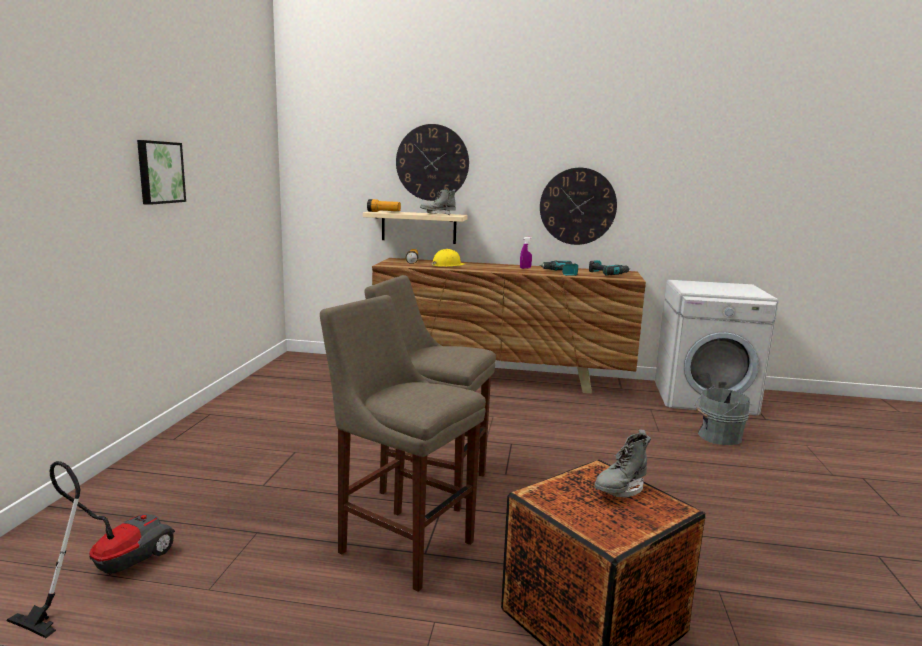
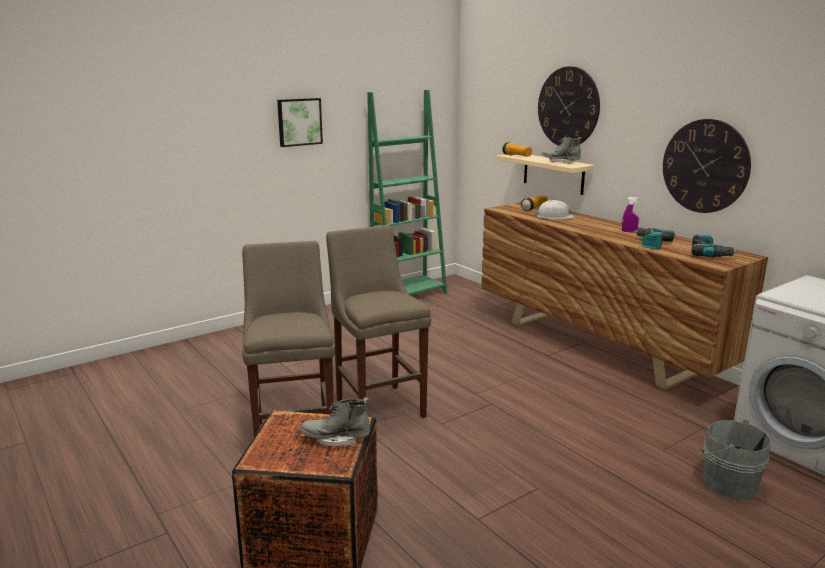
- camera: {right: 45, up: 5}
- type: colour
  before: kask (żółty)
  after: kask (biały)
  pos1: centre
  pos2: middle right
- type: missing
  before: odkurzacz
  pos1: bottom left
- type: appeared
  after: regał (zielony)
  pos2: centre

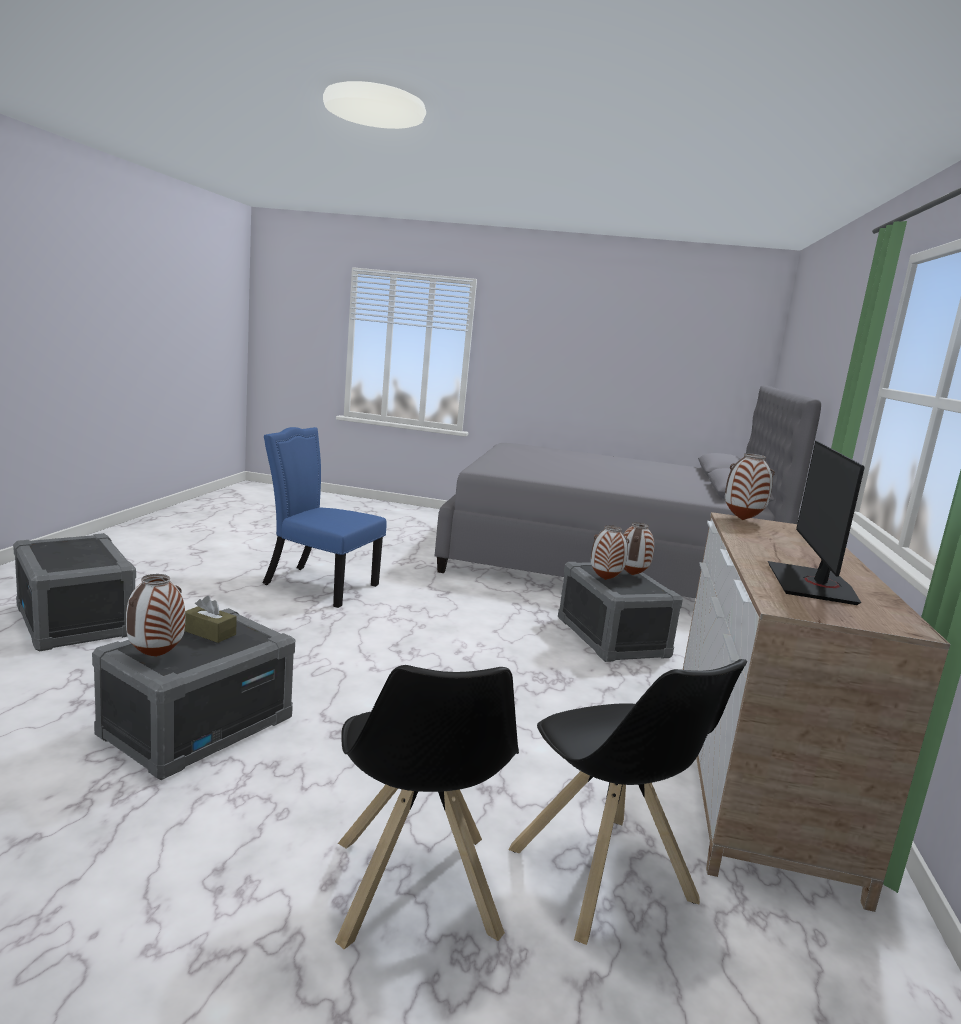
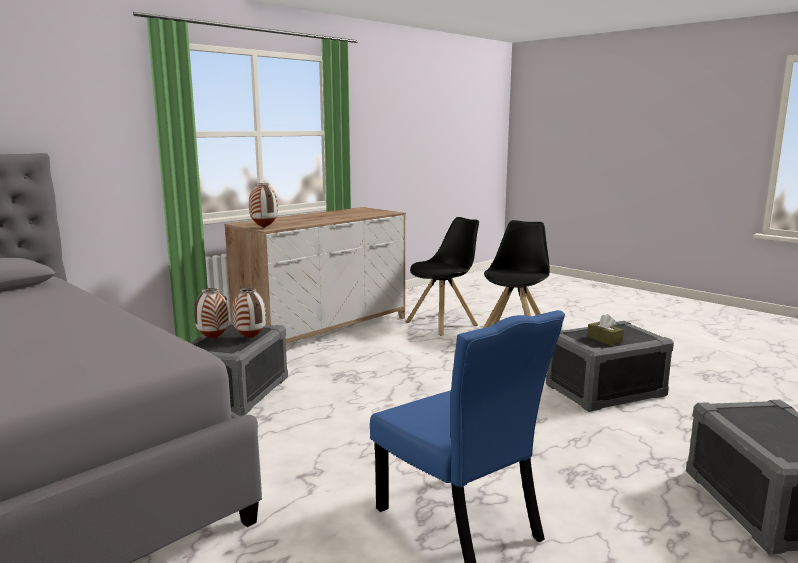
- camera: {right: -145, up: 0}
- type: missing
  before: monitor
  pos1: middle right
- type: missing
  before: wazon (no. 1 from left)
  pos1: middle left
- type: spun
  before: krzesło (czarny) (no. 2 from left in the first image)
  pos1: bottom centre
  pos2: centre
  turn: 45

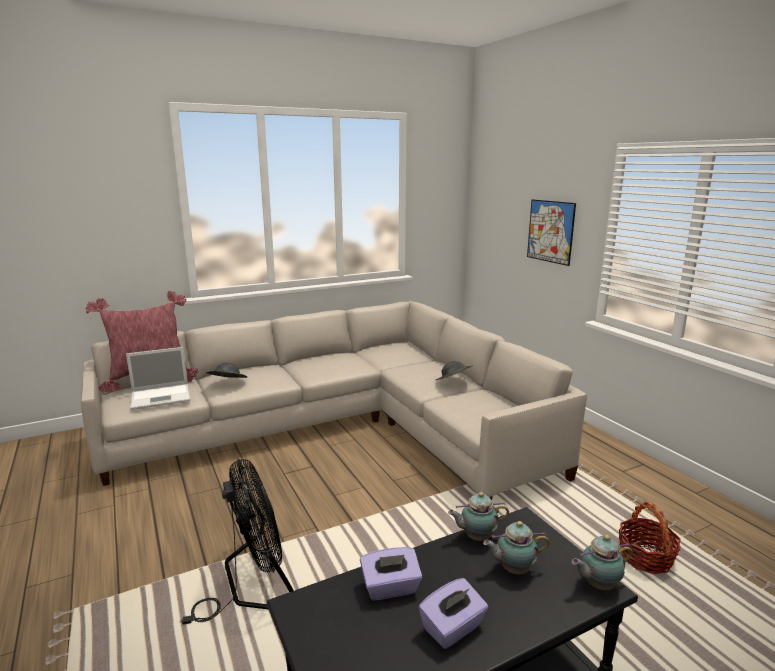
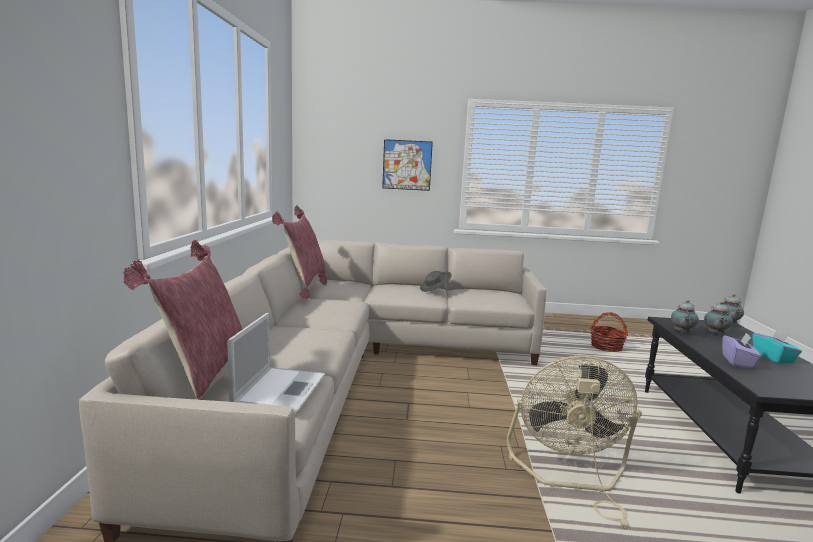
- camera: {right: -60, up: -5}
- type: missing
  before: kapelusz (szary) (no. 1 from left)
  pos1: middle left
- type: colour
  before: wentylator (czarny)
  after: wentylator (beżowy)
  pos1: bottom left
  pos2: bottom right
- type: colour
  before: pudełko chusteczek (fioletowy) (no. 2 from left)
  after: pudełko chusteczek (turkusowy)
  pos1: bottom centre
  pos2: middle right
- type: appeared
  after: poduszka (czerwony) (no. 2 from left)
  pos2: centre

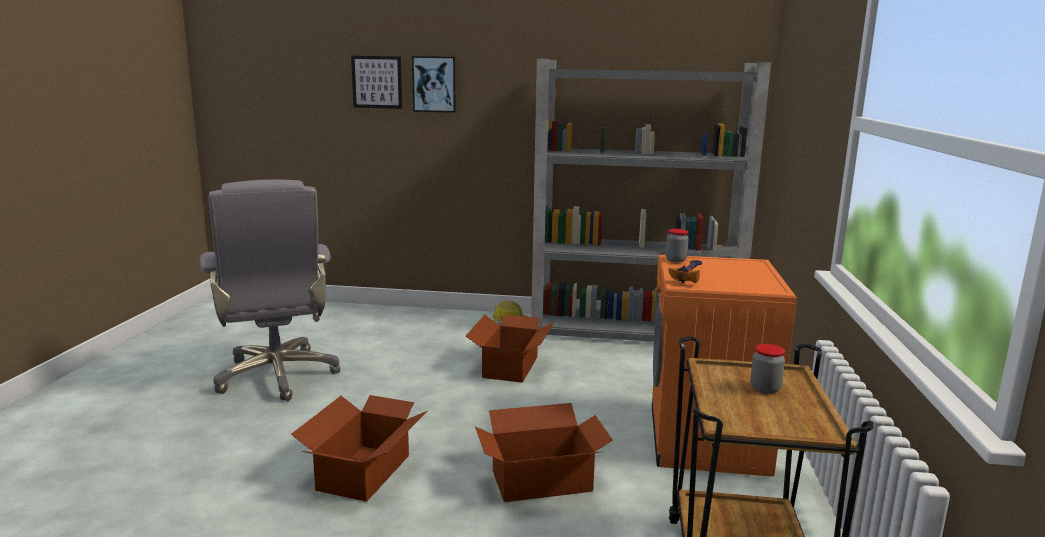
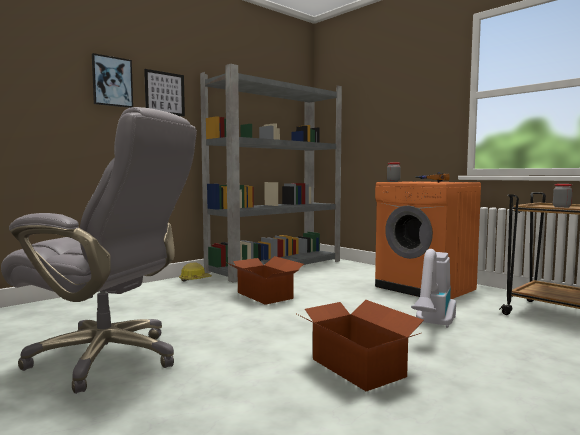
- camera: {right: -50, up: -10}
- type: relocated
  before: obraz (no. 1 from left in the first image)
  after: obraz (no. 2 from left)
  pos1: top centre
  pos2: top left
- type: exchanged
  before: karton (no. 3 from left)
  after: odkurzacz
  pos1: bottom centre
  pos2: middle right

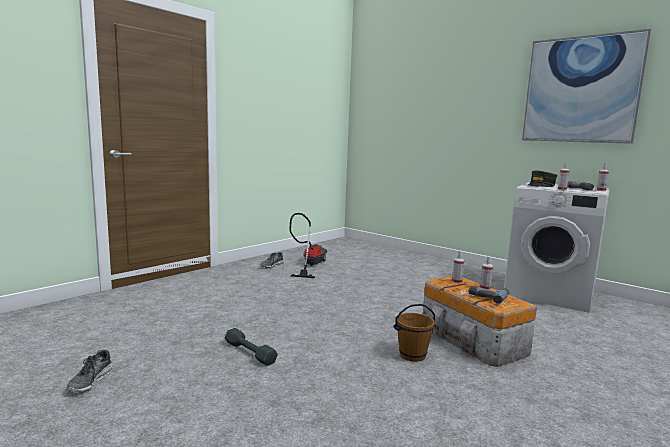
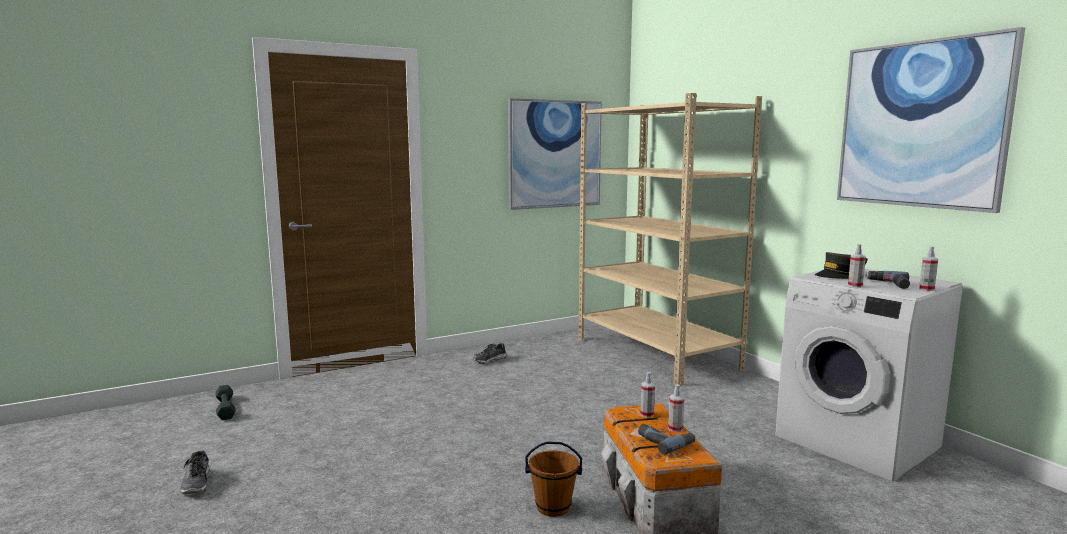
- camera: {right: 20, up: 0}
- type: missing
  before: odkurzacz
  pos1: centre
- type: relocated
  before: hantel (szary)
  pos1: bottom centre
  pos2: bottom left
- type: spun
  before: but (no. 1 from left)
  pos1: bottom left
  pos2: bottom left
  turn: -45
- type: appeared
  after: regał (beżowy)
  pos2: centre
- type: appeared
  after: obraz (no. 1 from left)
  pos2: top centre

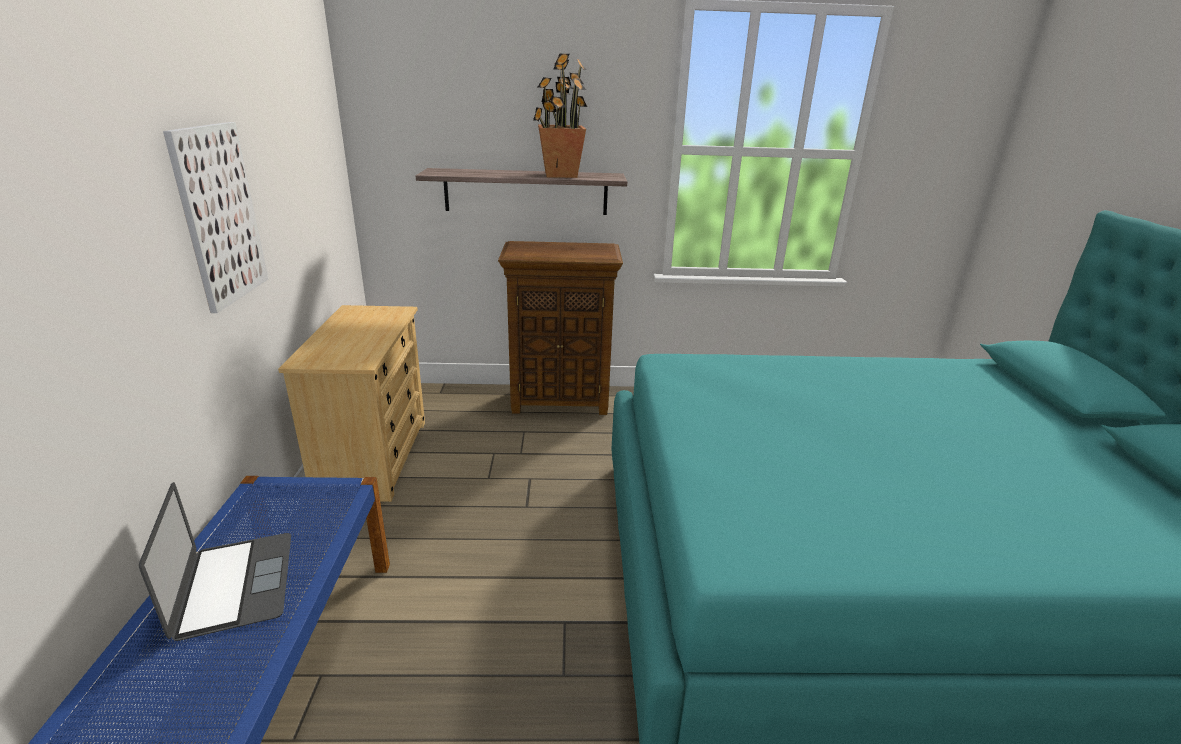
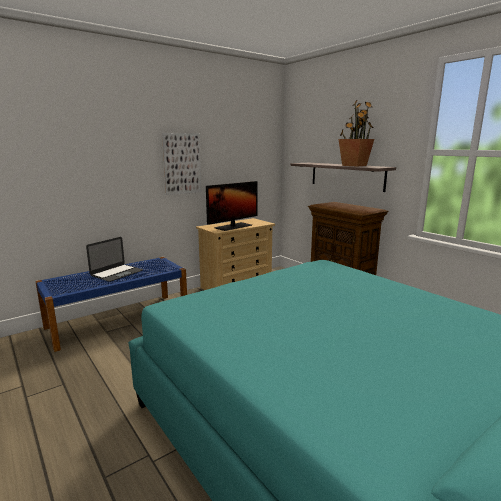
- camera: {right: 55, up: -10}
- type: appeared
  after: monitor
  pos2: centre

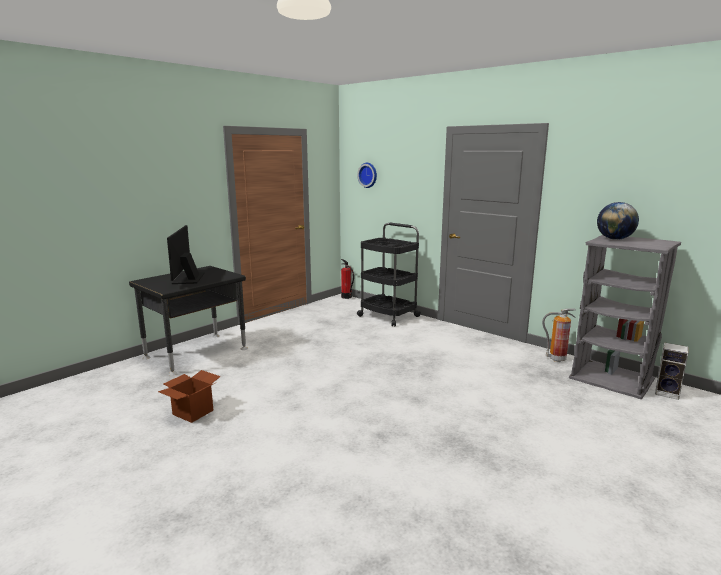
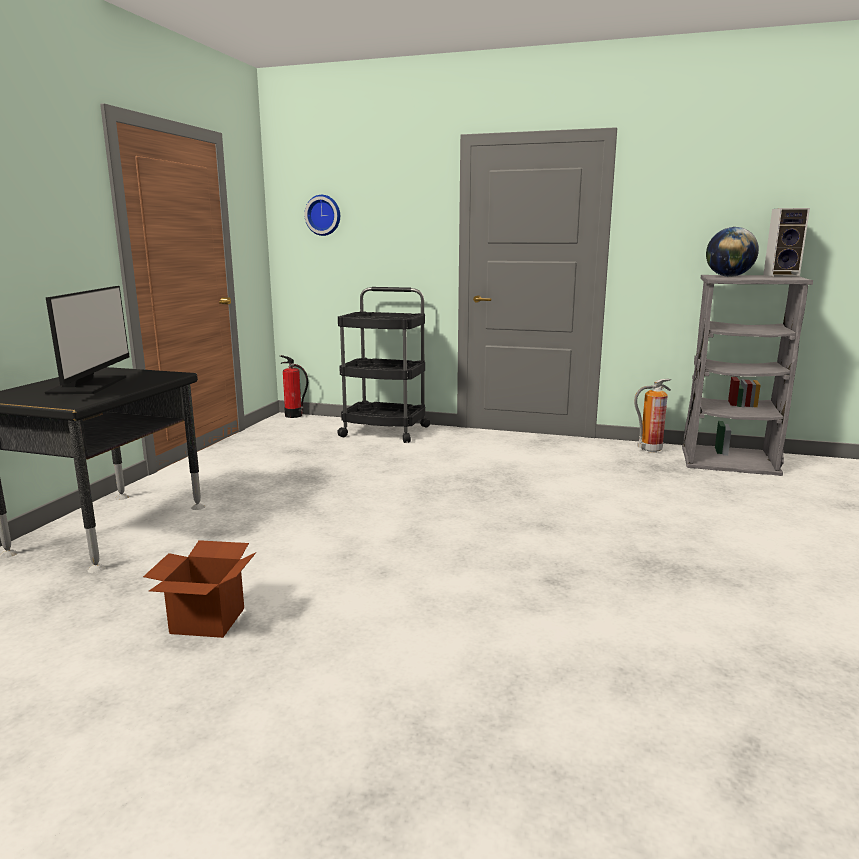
- camera: {right: -25, up: 0}
- type: spun
  before: monitor
  pos1: middle left
  pos2: middle left
  turn: -150
- type: relocated
  before: głośnik
  pos1: middle right
  pos2: top right

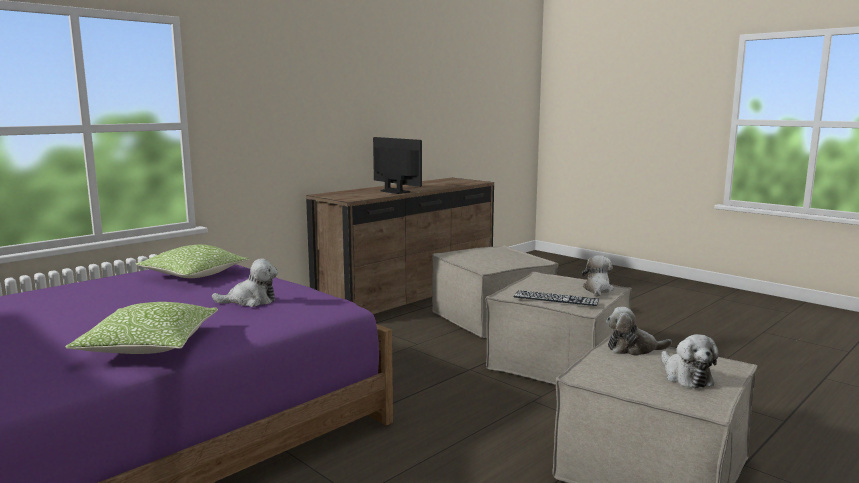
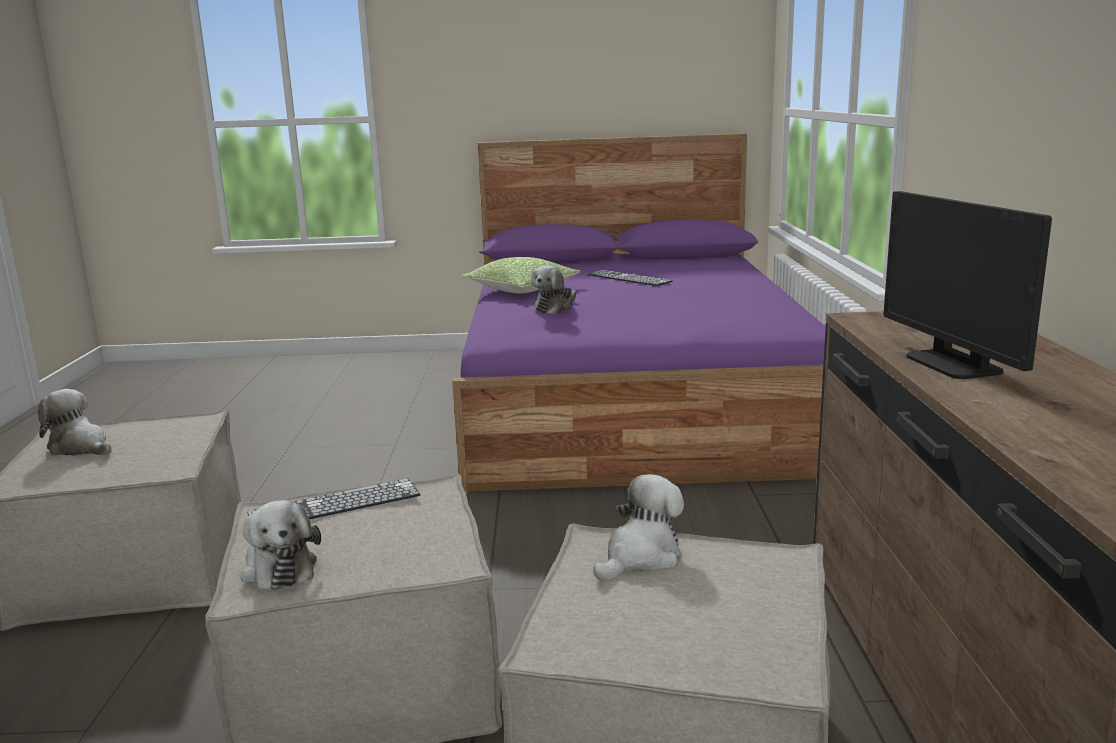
- camera: {right: 135, up: 5}
- type: spun
  before: monitor
  pos1: centre
  pos2: middle right
  turn: 75
- type: missing
  before: poduszka (no. 2 from left)
  pos1: middle left
- type: relocated
  before: pluszak (no. 3 from left in the first image)
  after: pluszak (no. 4 from left)
  pos1: bottom right
  pos2: bottom centre
- type: appeared
  after: klawiatura (no. 2 from left)
  pos2: centre

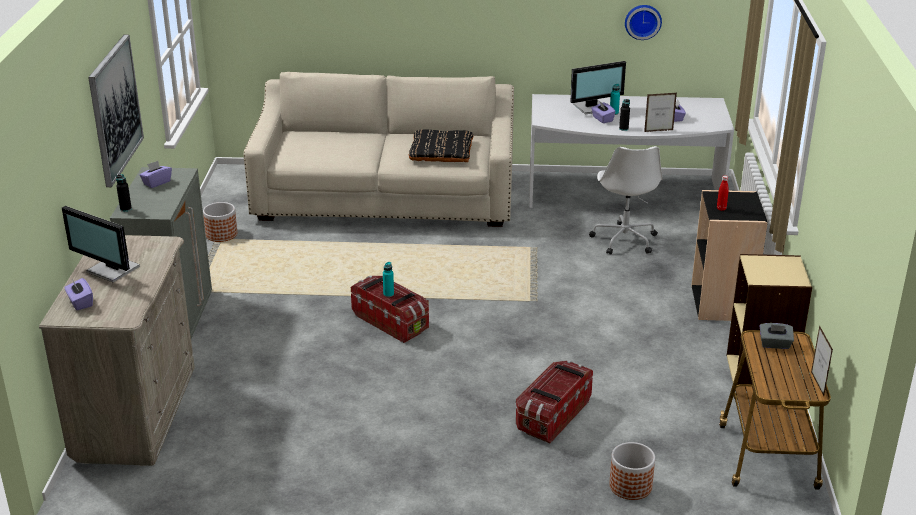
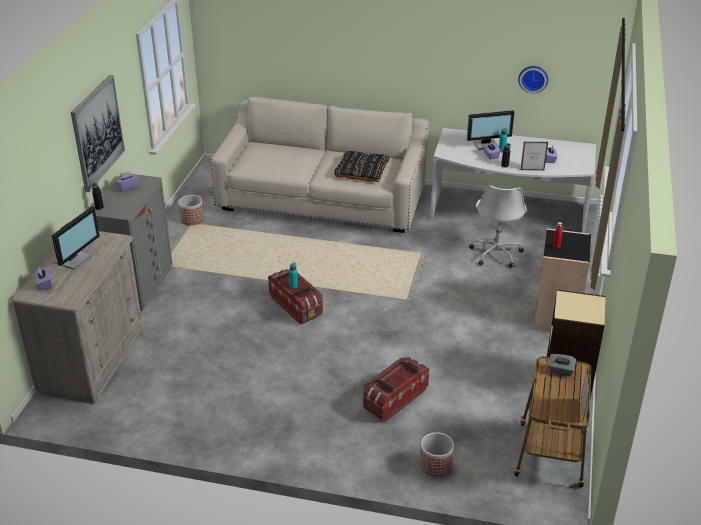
- camera: {right: 10, up: 5}
- type: spun
  before: monitor (no. 1 from left)
  pos1: middle left
  pos2: middle left
  turn: -105

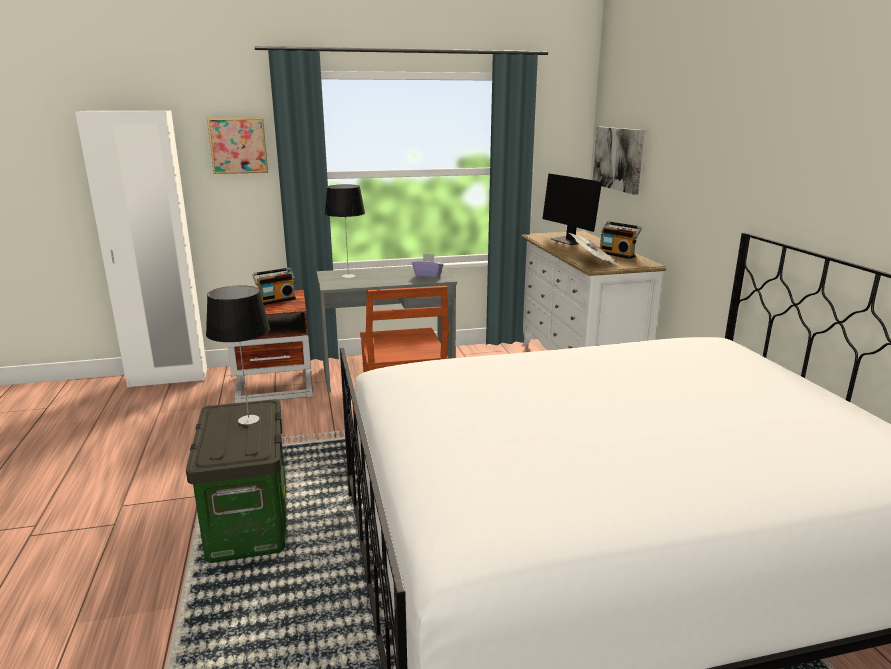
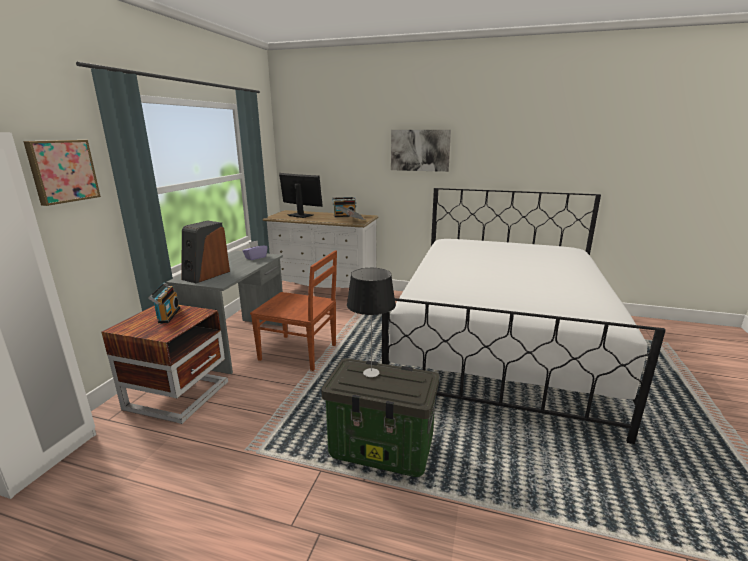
- camera: {right: -60, up: 0}
- type: relocated
  before: obraz (no. 2 from left)
  pos1: top right
  pos2: top centre
- type: spun
  before: monitor
  pos1: top centre
  pos2: centre
  turn: -150
- type: exchanged
  before: lampa stołowa (no. 2 from left)
  after: głośnik
  pos1: centre
  pos2: middle left

